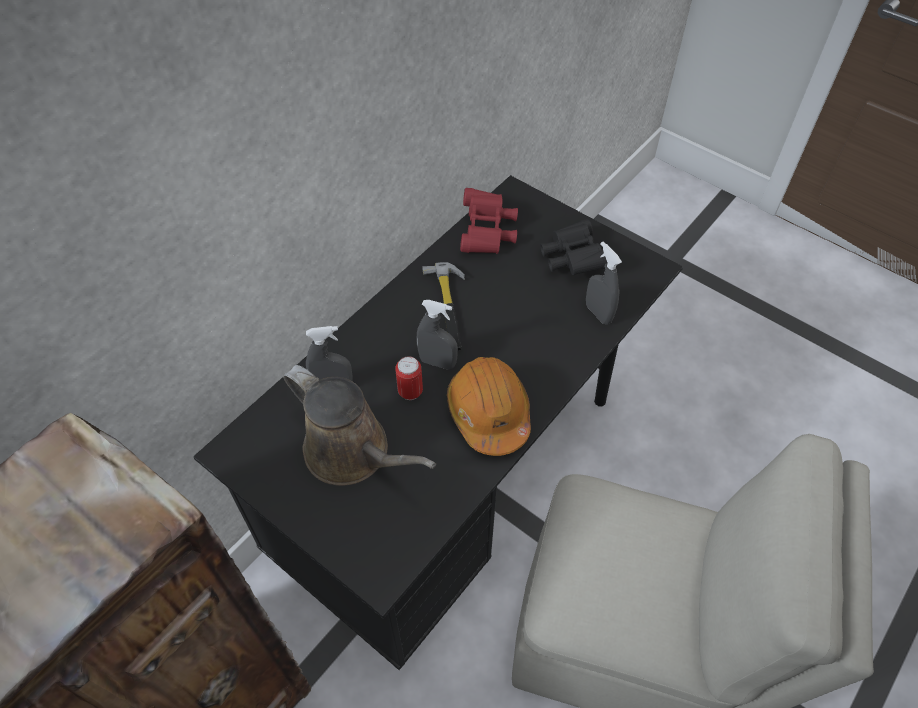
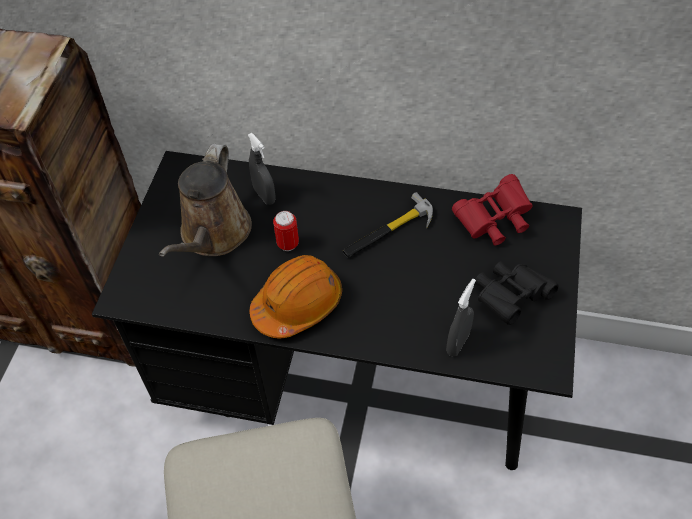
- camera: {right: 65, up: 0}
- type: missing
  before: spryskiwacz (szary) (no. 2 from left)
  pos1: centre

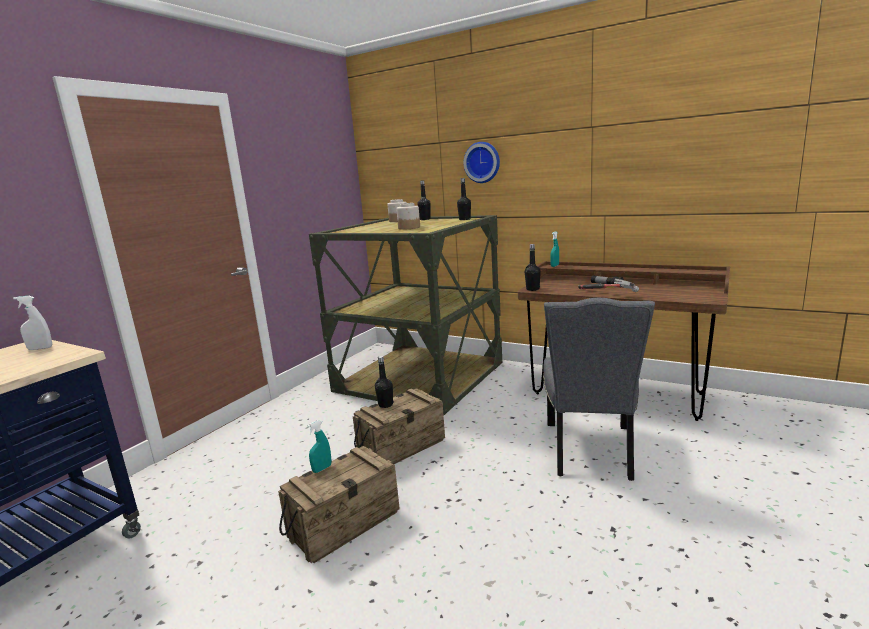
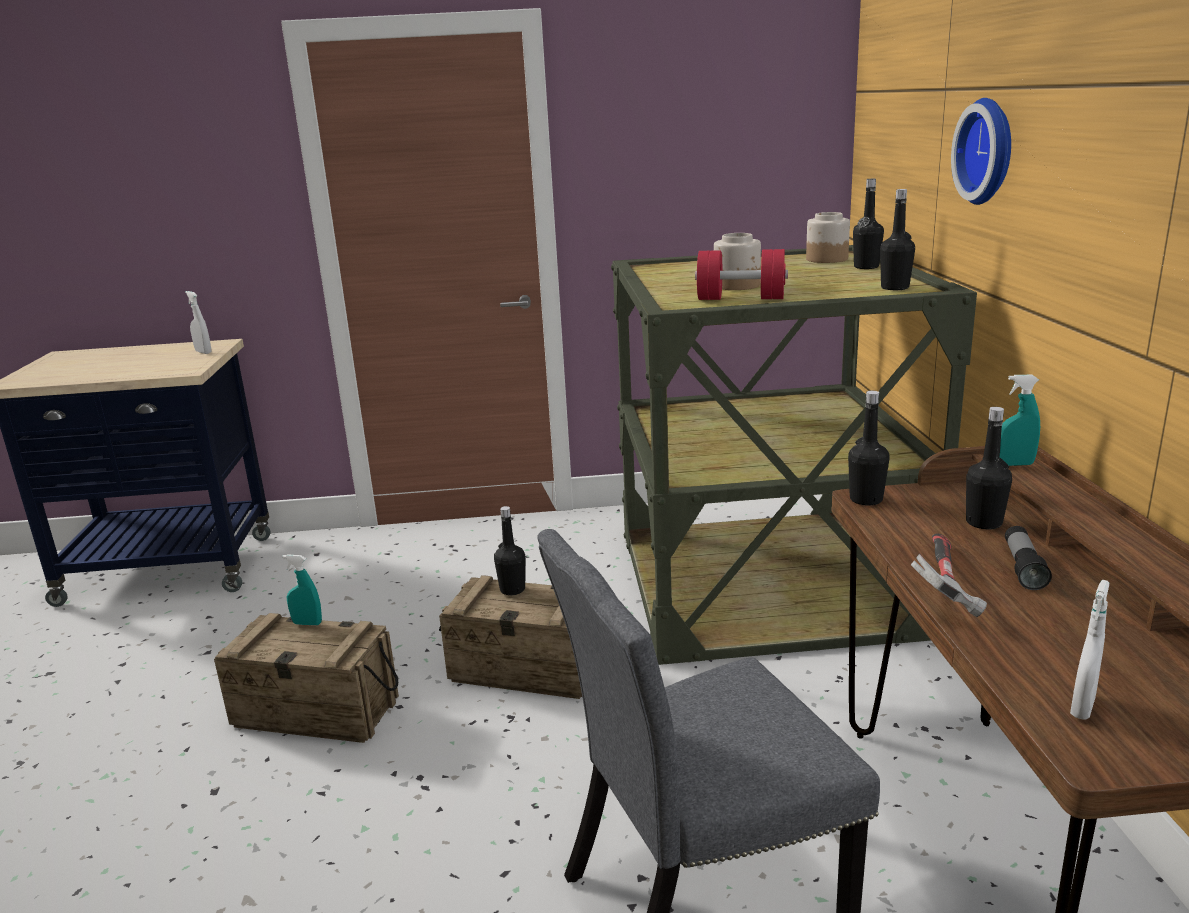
- camera: {right: 55, up: 5}
- type: appeared
  after: hantel (czerwony)
  pos2: top centre
- type: appeared
  after: butelka (czarny) (no. 5 from left)
  pos2: middle right
- type: appeared
  after: spryskiwacz (biały) (no. 2 from left)
  pos2: bottom right

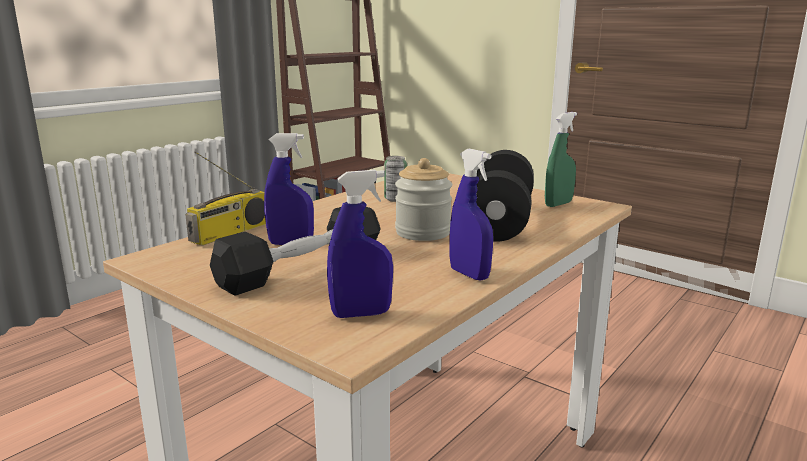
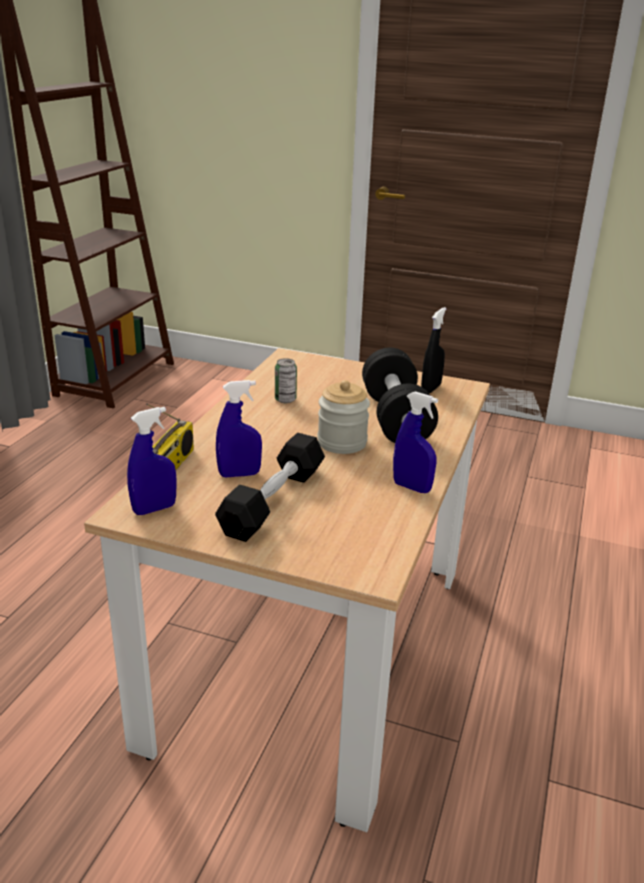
- camera: {right: -20, up: 10}
- type: colour
  before: spryskiwacz (zielony)
  after: spryskiwacz (czarny)
  pos1: middle right
  pos2: middle right
- type: relocated
  before: spryskiwacz (niebieski) (no. 2 from left in the first image)
  after: spryskiwacz (niebieski) (no. 1 from left)
  pos1: centre
  pos2: middle left

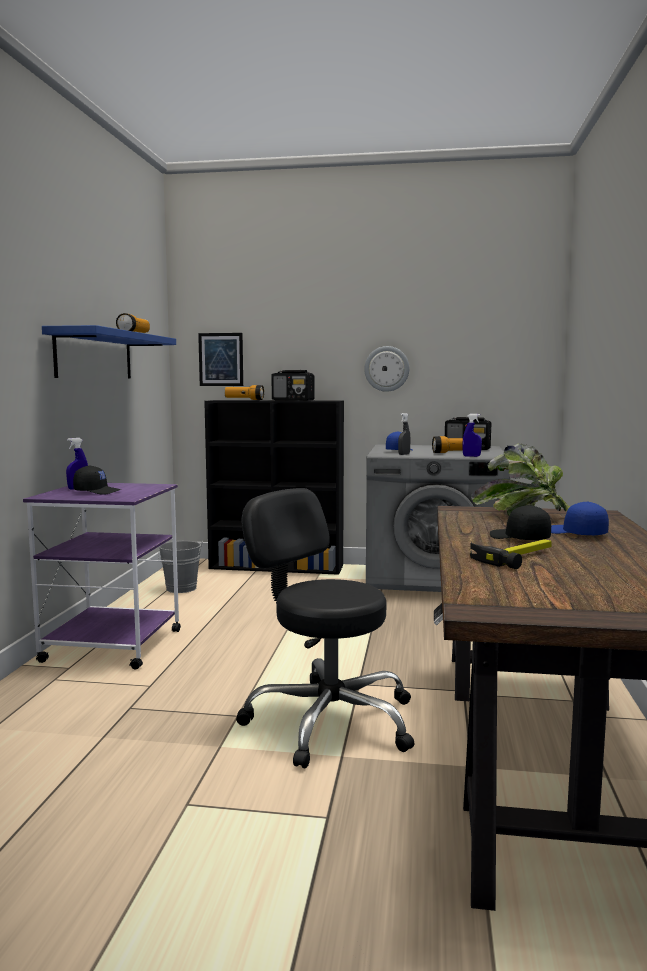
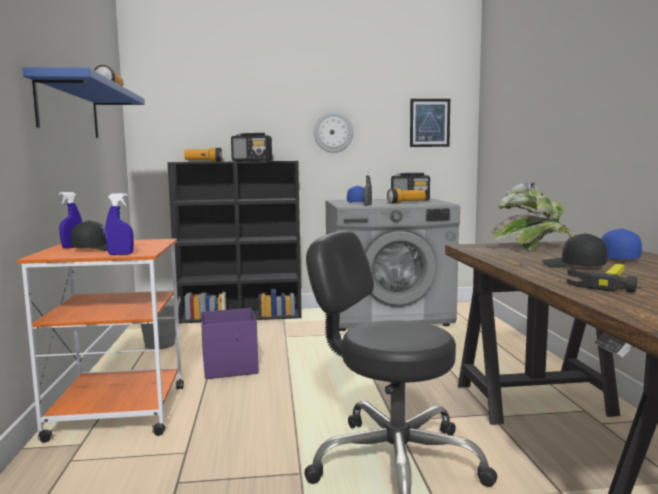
- camera: {right: -15, up: 0}
- type: relocated
  before: obraz
  pos1: centre
  pos2: top centre
- type: relocated
  before: spryskiwacz (niebieski) (no. 2 from left)
  pos1: middle right
  pos2: middle left
- type: colour
  before: wózek (fioletowy)
  after: wózek (pomarańczowy)
  pos1: middle left
  pos2: bottom left
- type: appeared
  after: pojemnik do przechowywania (fioletowy)
  pos2: bottom centre

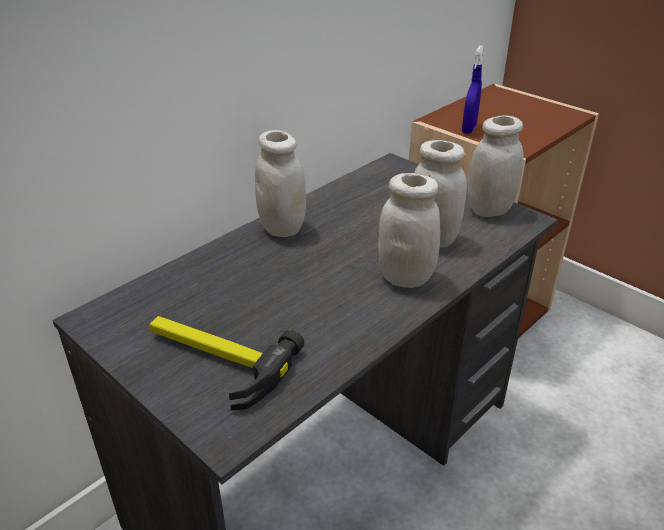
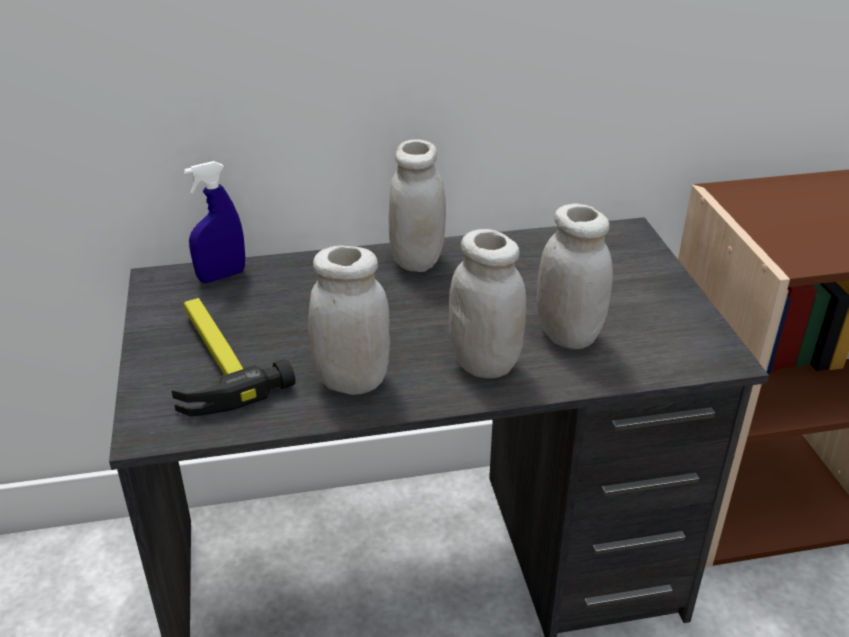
- camera: {right: 35, up: 0}
- type: relocated
  before: spryskiwacz (niebieski)
  pos1: top right
  pos2: middle left
- type: relocated
  before: słoik (biały) (no. 4 from left in the first image)
  after: słoik (biały) (no. 1 from left)
  pos1: top right
  pos2: centre

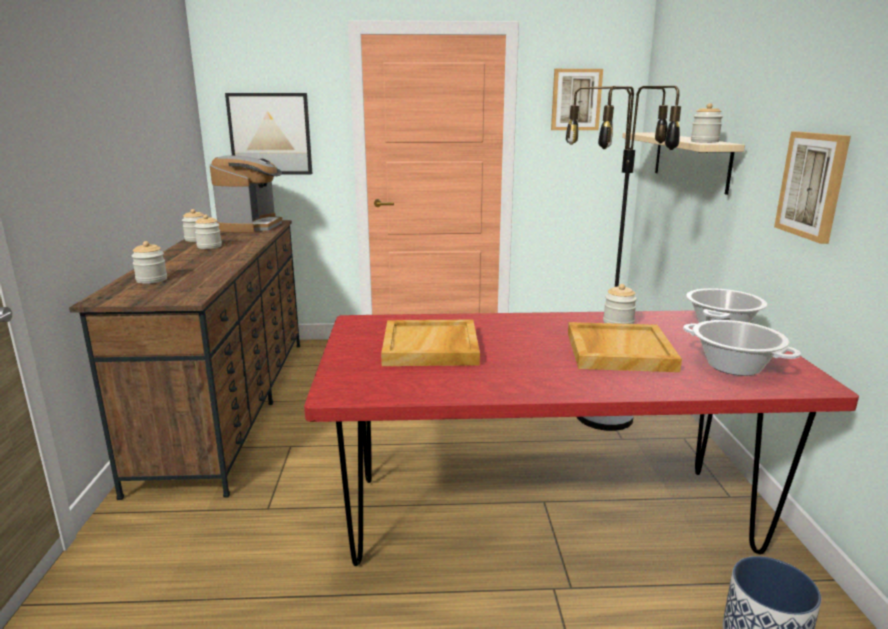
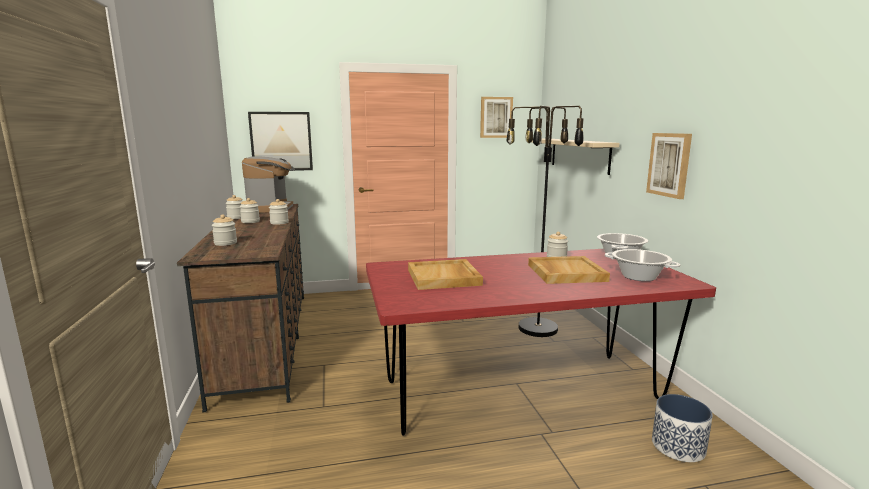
- camera: {right: -10, up: -5}
- type: relocated
  before: słoik (no. 5 from left in the first image)
  after: słoik (no. 4 from left)
  pos1: top right
  pos2: middle left

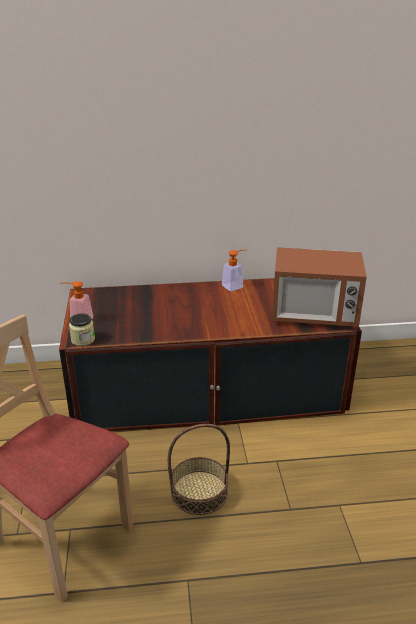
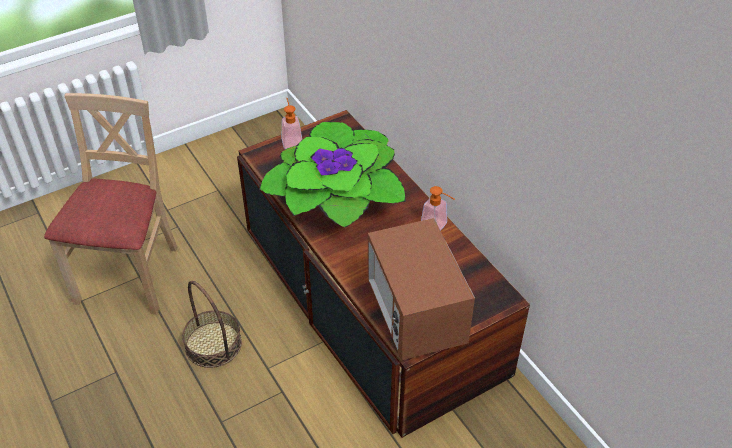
- camera: {right: 65, up: 15}
- type: missing
  before: słoik
  pos1: middle left
- type: appeared
  after: roślina doniczkowa
  pos2: centre

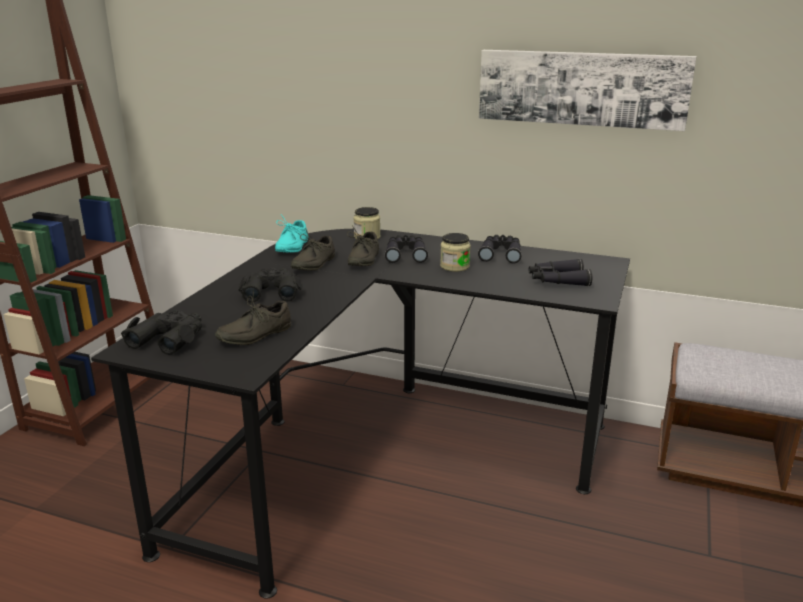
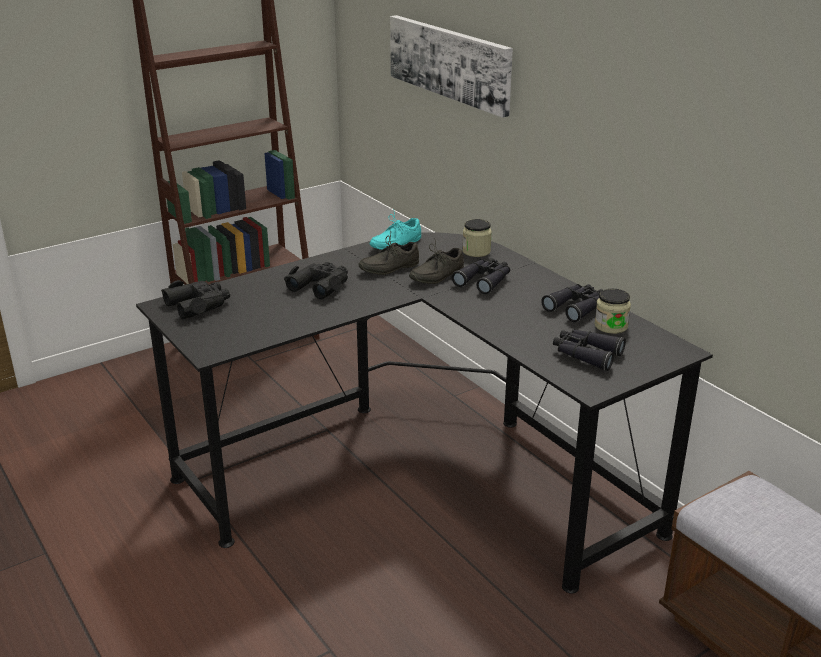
- camera: {right: 35, up: 5}
- type: relocated
  before: obraz
  pos1: top right
  pos2: top centre
- type: relocated
  before: słoik (no. 2 from left)
  pos1: centre
  pos2: middle right
- type: missing
  before: but (szary) (no. 1 from left)
  pos1: middle left

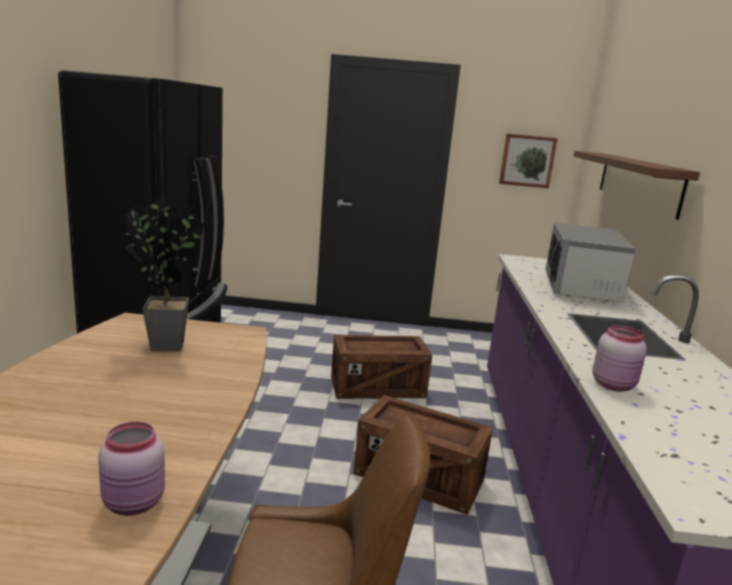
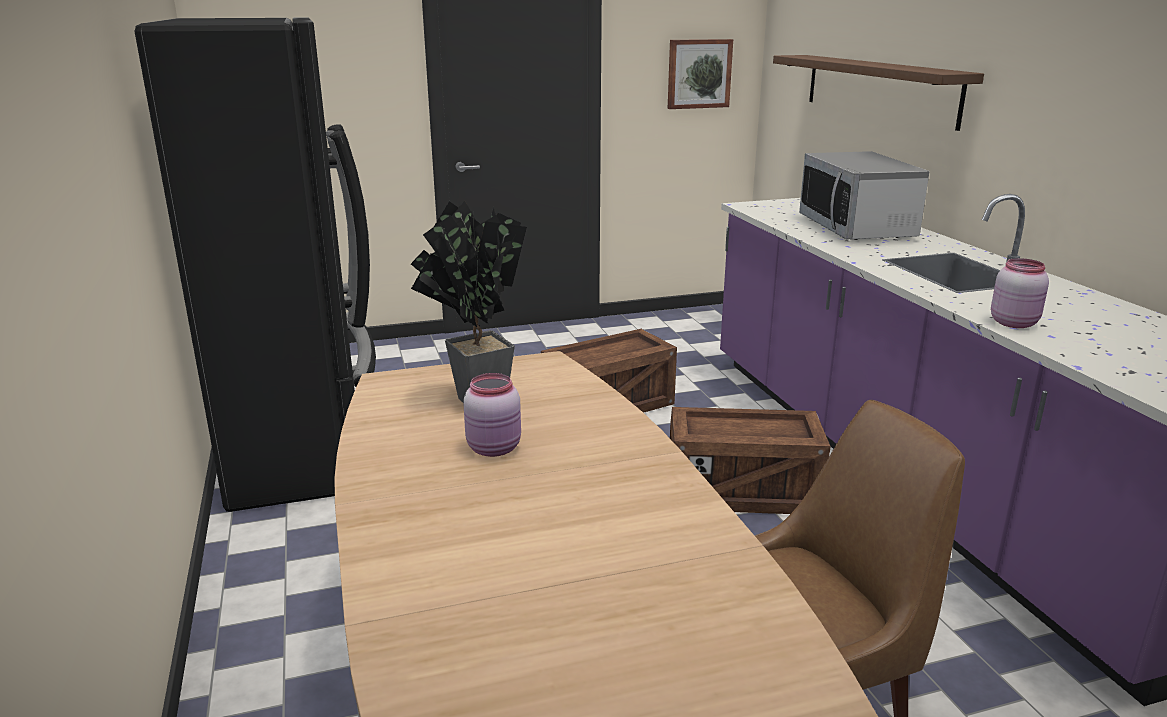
- camera: {right: -20, up: 5}
- type: relocated
  before: słoik (różowy) (no. 1 from left)
  pos1: bottom left
  pos2: centre

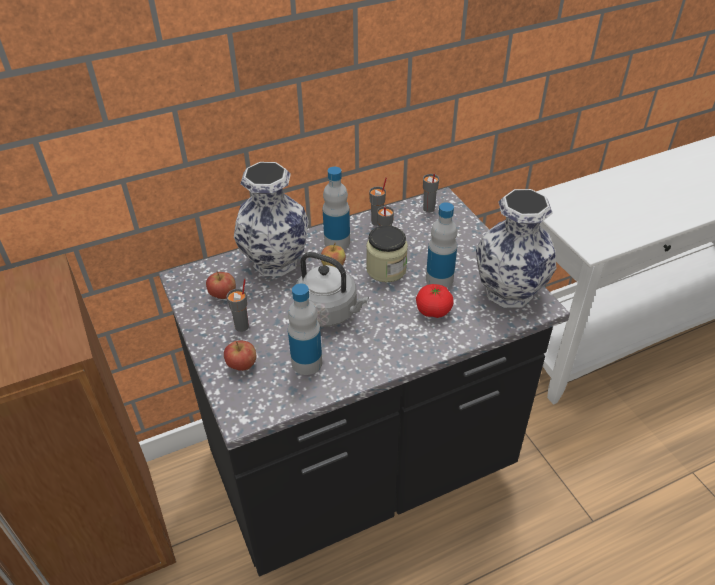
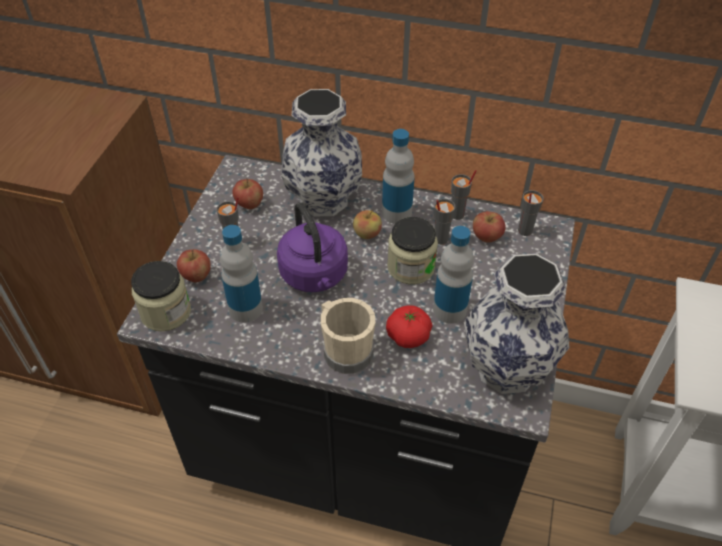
- camera: {right: 40, up: 5}
- type: colour
  before: czajnik (szary)
  after: czajnik (fioletowy)
  pos1: centre
  pos2: centre
- type: appeared
  after: jabłko (no. 4 from left)
  pos2: middle right
- type: appeared
  after: słoik (no. 1 from left)
  pos2: middle left
- type: appeared
  after: kubek (beżowy)
  pos2: centre

